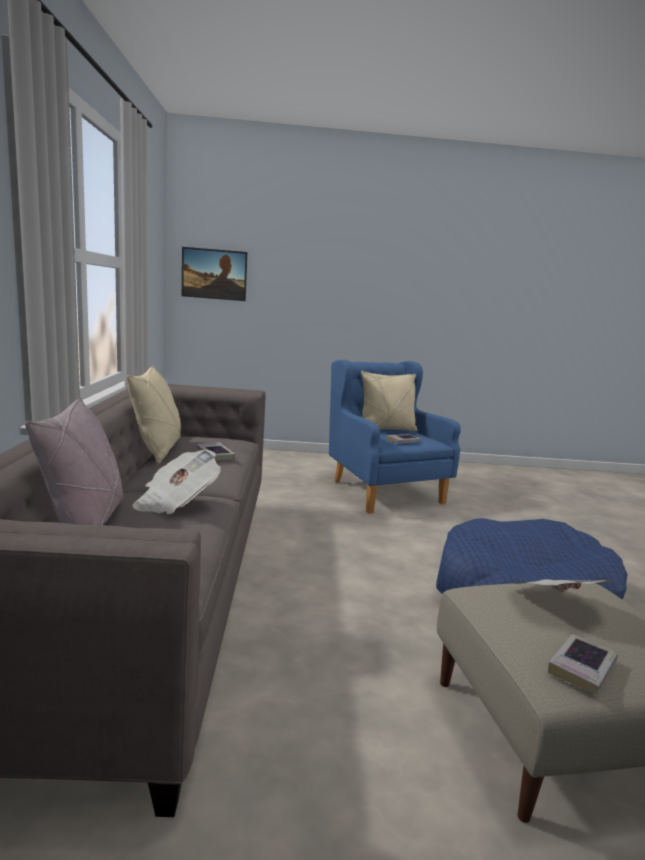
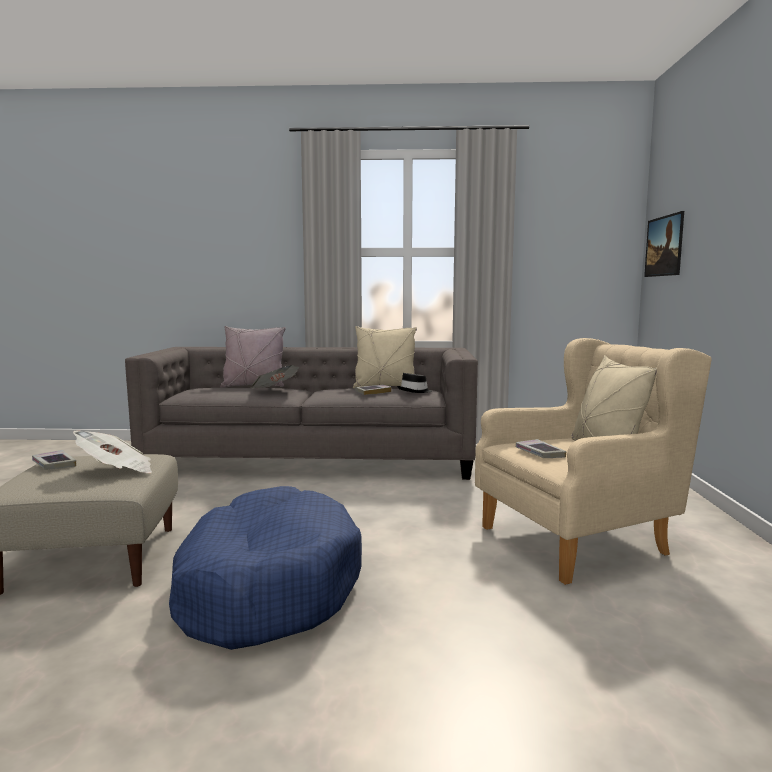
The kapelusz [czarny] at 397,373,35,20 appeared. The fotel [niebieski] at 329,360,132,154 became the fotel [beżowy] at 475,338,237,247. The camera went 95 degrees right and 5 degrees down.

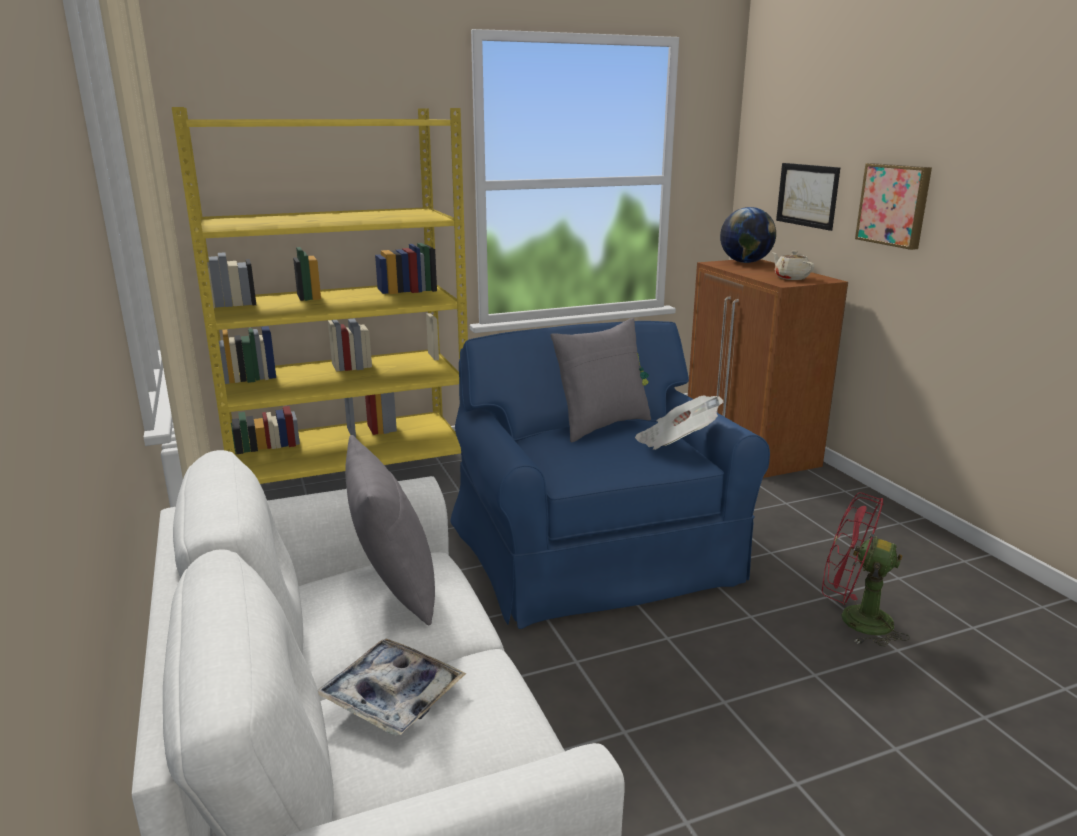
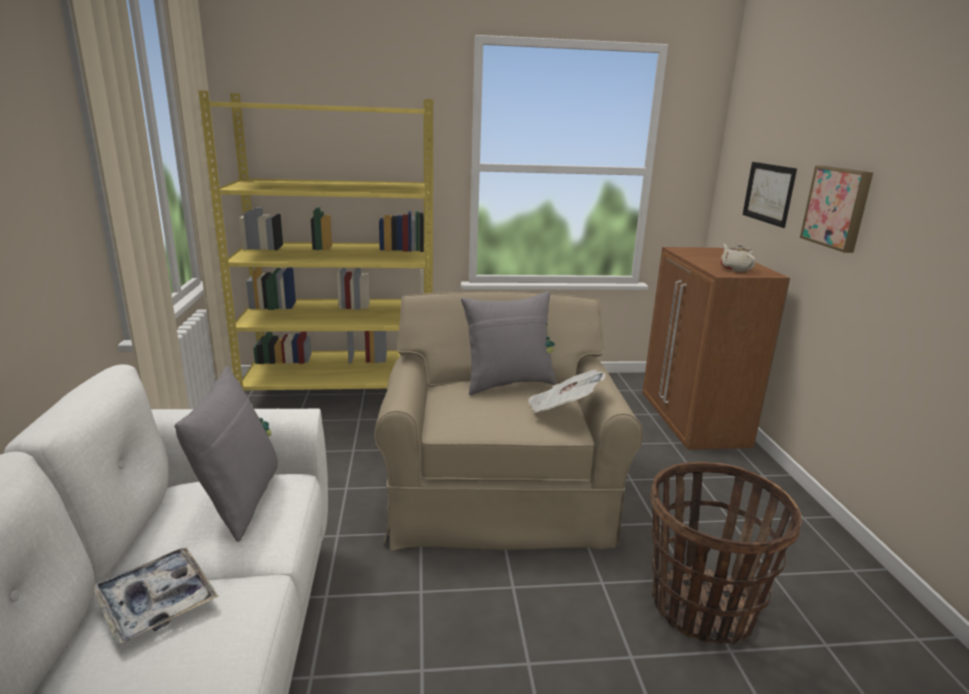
The fotel [niebieski] at 450,321,320,308 became the fotel [beżowy] at 374,292,269,259. The wentylator [czerwony] at 822,492,88,155 was replaced by the koszyk at 651,462,151,183. The globus at 720,207,56,56 disappeared. The camera went 15 degrees right and 0 degrees up.

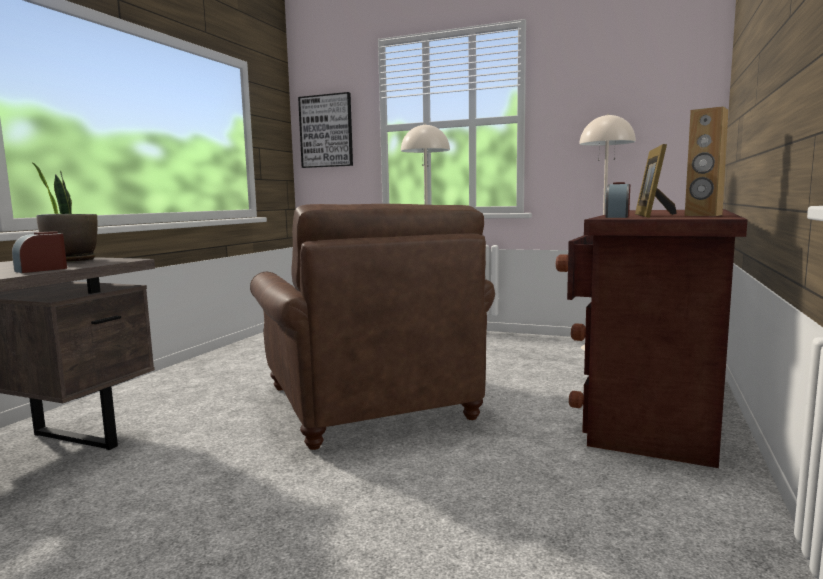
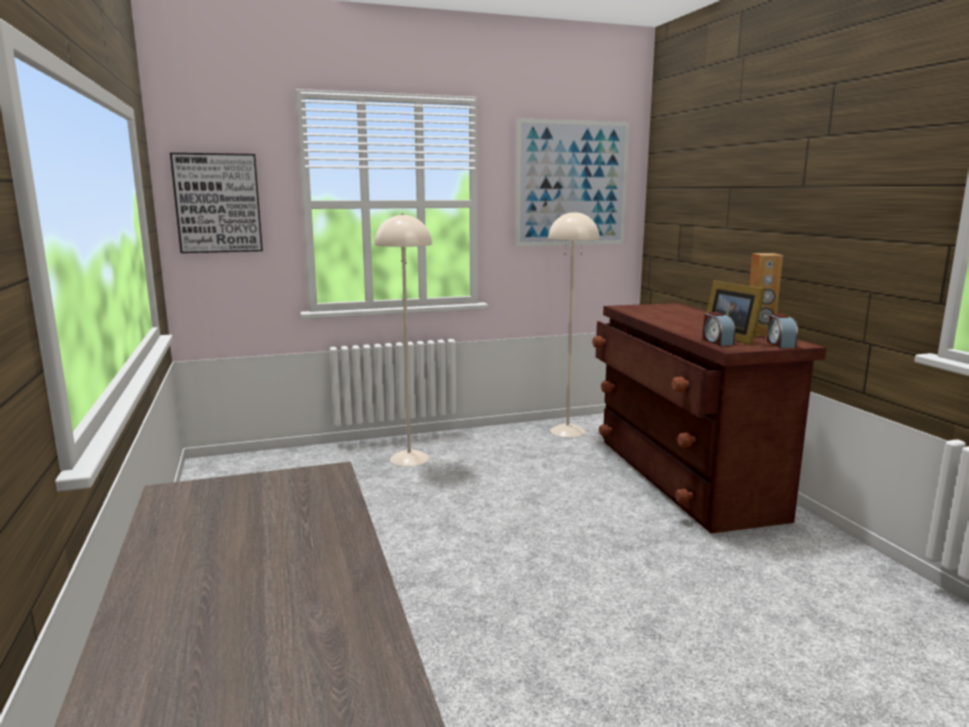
The obraz at 515,118,115,129 appeared. The budzik moved from 12,231,55,42 to 767,314,31,34. The roślina doniczkowa at 32,163,65,99 disappeared. The fotel [brązowy] at 250,204,245,246 disappeared. The camera went 40 degrees left and 5 degrees up.

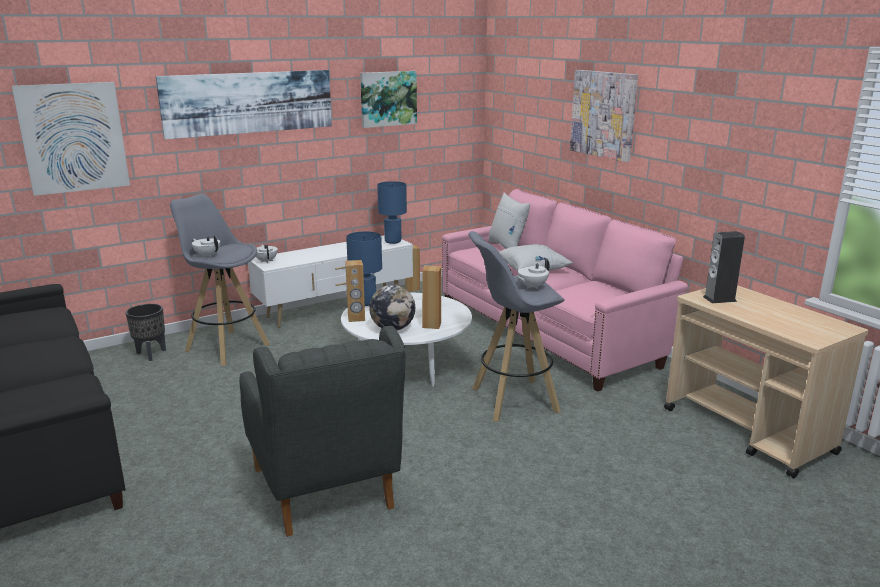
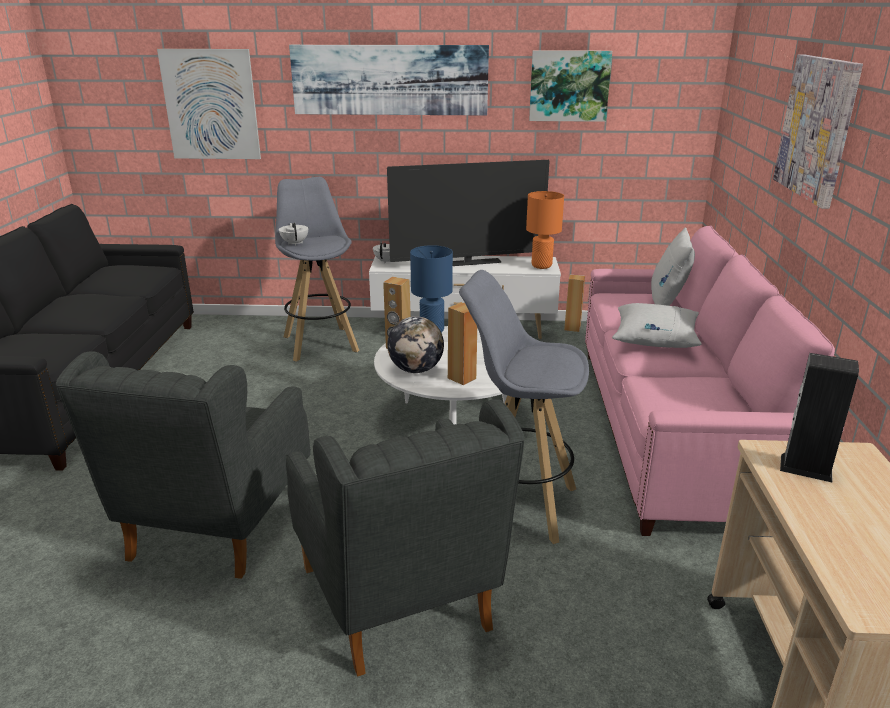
The fotel [szary] at 286,399,238,278 appeared. The telewizor at 387,160,162,106 appeared. The lampa stołowa [niebieski] at 377,181,30,63 became the lampa stołowa [pomarańczowy] at 526,191,38,78. The donica [czarny] at 126,304,40,57 disappeared. The imbryk [biały] at 516,258,33,31 disappeared. The camera went 35 degrees right and 5 degrees up.

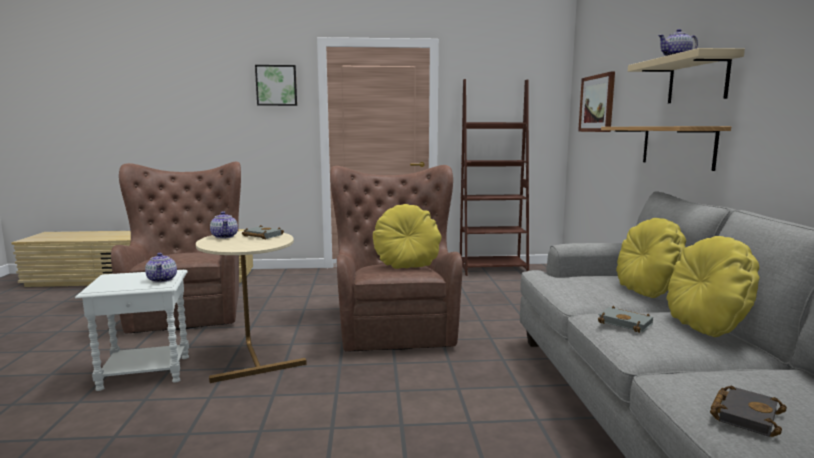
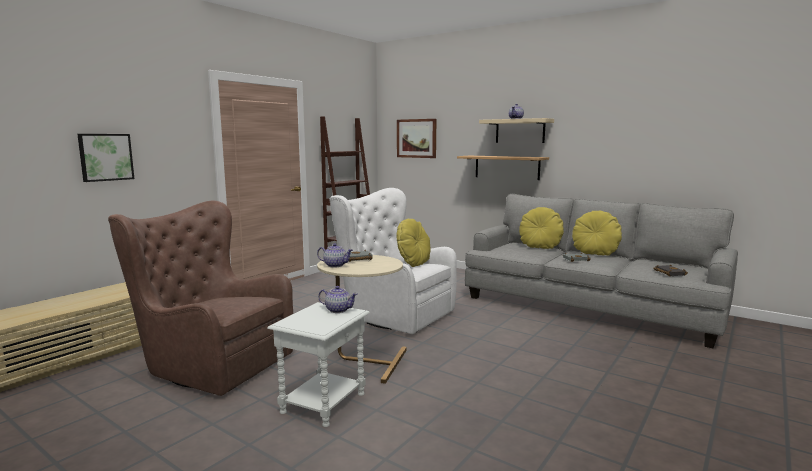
The obraz moved from 255,65,42,41 to 77,134,57,48. The fotel [brązowy] at 330,165,132,186 became the fotel [biały] at 330,188,127,146. The camera went 50 degrees left and 0 degrees up.

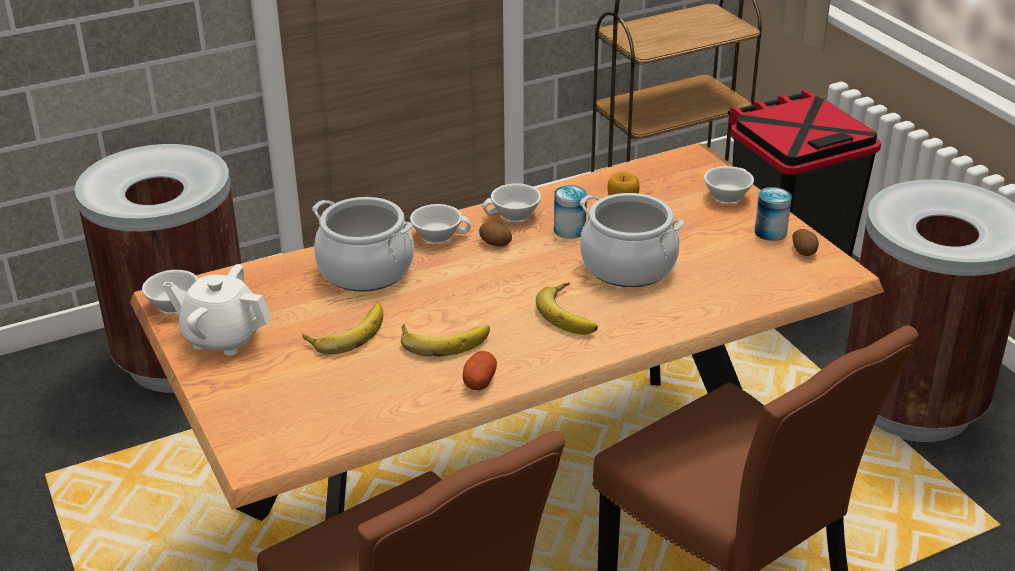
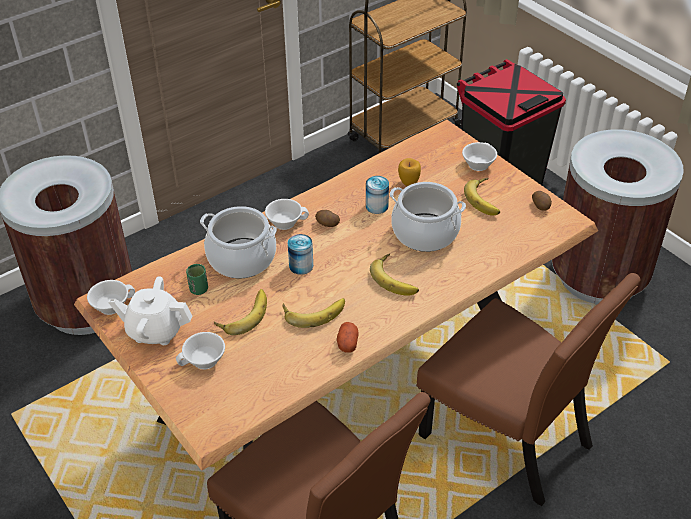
The filiżanka [biały] moved from 482,183,59,39 to 176,332,49,37. The filiżanka [zielony] at 186,264,22,31 appeared. The puszka moved from 755,187,37,54 to 288,234,25,41. The banan at 464,178,36,37 appeared. The camera went 10 degrees left and 10 degrees up.

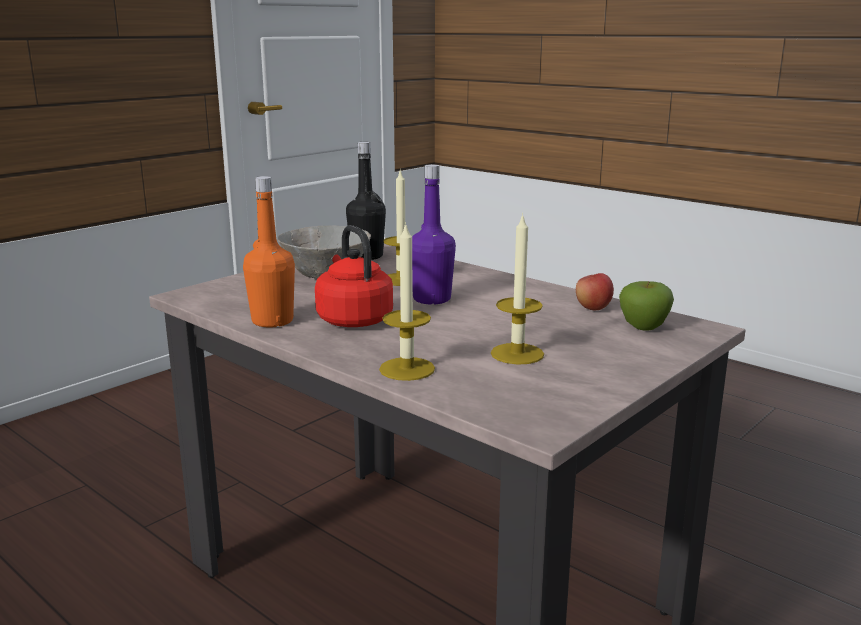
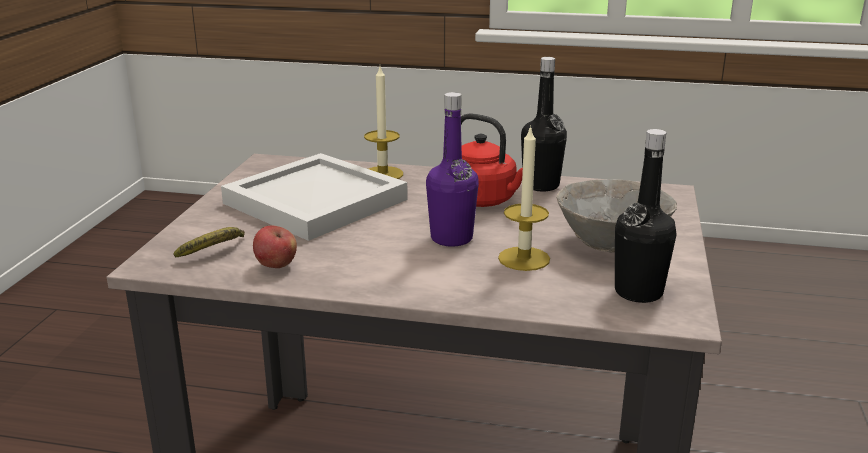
The jabłko at 619,281,55,50 was replaced by the banan at 173,227,72,31. The świeca at 491,213,53,152 was replaced by the taca [biały] at 221,153,187,88. The butelka [pomarańczowy] at 243,176,52,151 became the butelka [czarny] at 521,57,46,134. The camera went 150 degrees right and 5 degrees up.

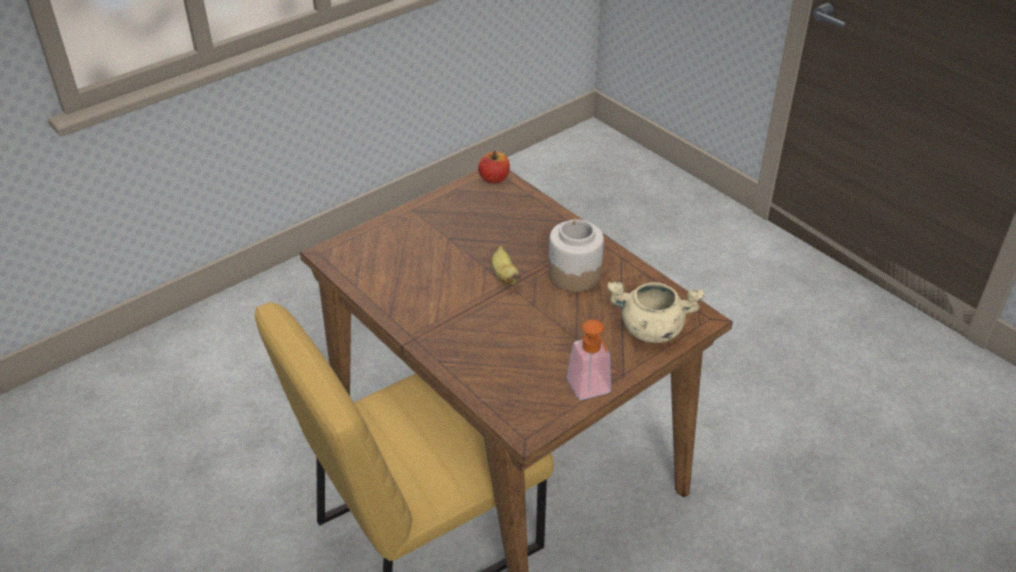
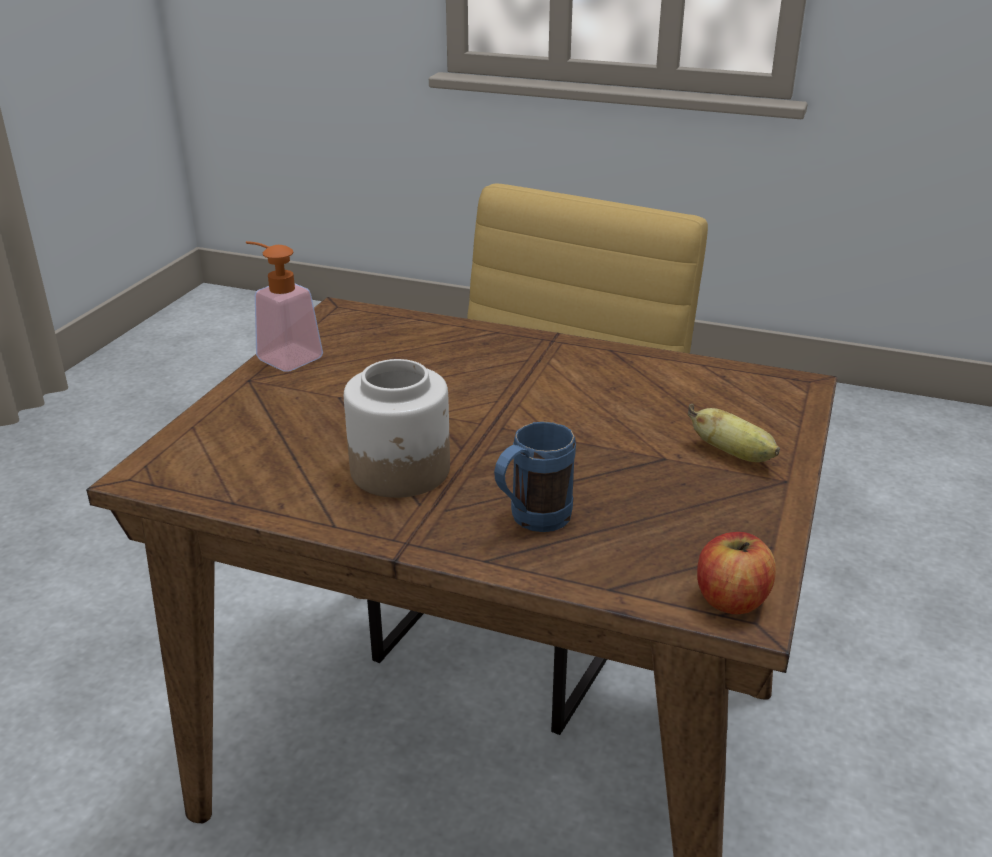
The kubek [niebieski] at 494,422,82,110 appeared. The banan moved from 491,246,30,39 to 688,404,92,58. The garnek [beżowy] at 607,282,97,61 disappeared. The camera went 150 degrees right and 10 degrees down.

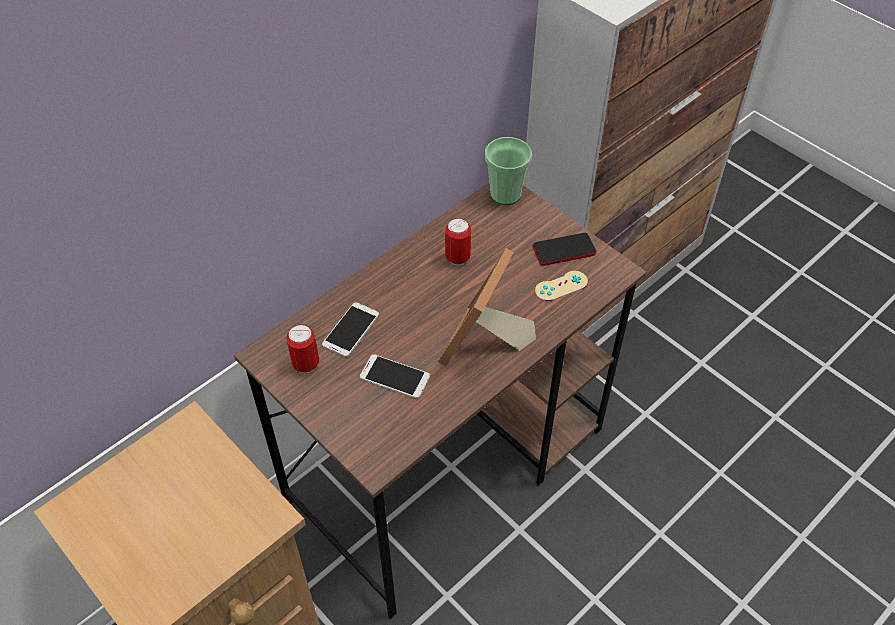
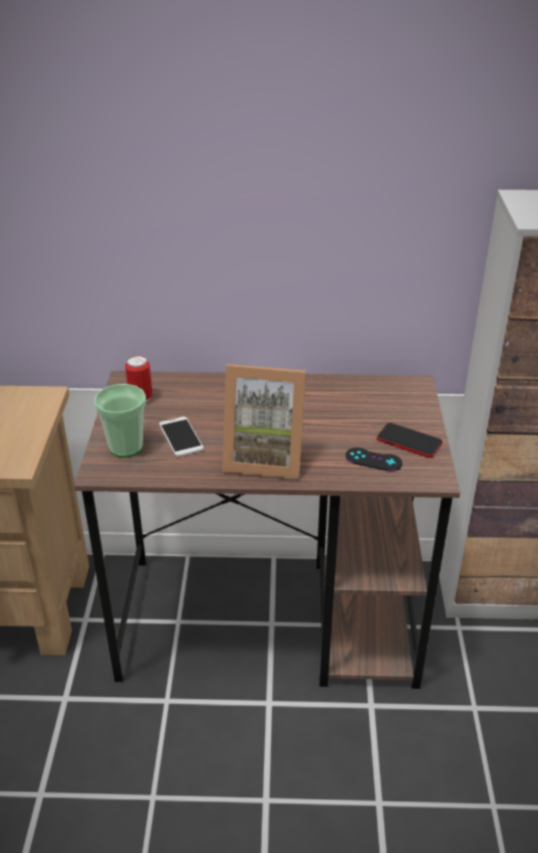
The filiżanka moved from 485,137,47,68 to 94,384,52,74. The ramka na zdjęcie at 438,248,98,118 turned 150 degrees counterclockwise. The pad do gier [beżowy] at 535,271,53,30 became the pad do gier [czarny] at 345,448,57,23. The telefon at 322,302,57,55 disappeared. The puszka at 445,218,26,48 disappeared. The camera went 45 degrees right and 15 degrees down.

